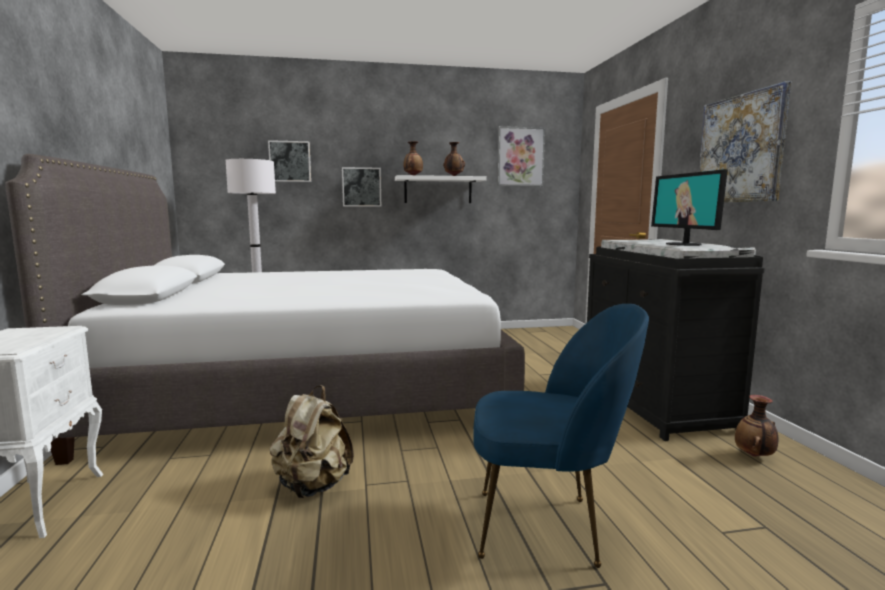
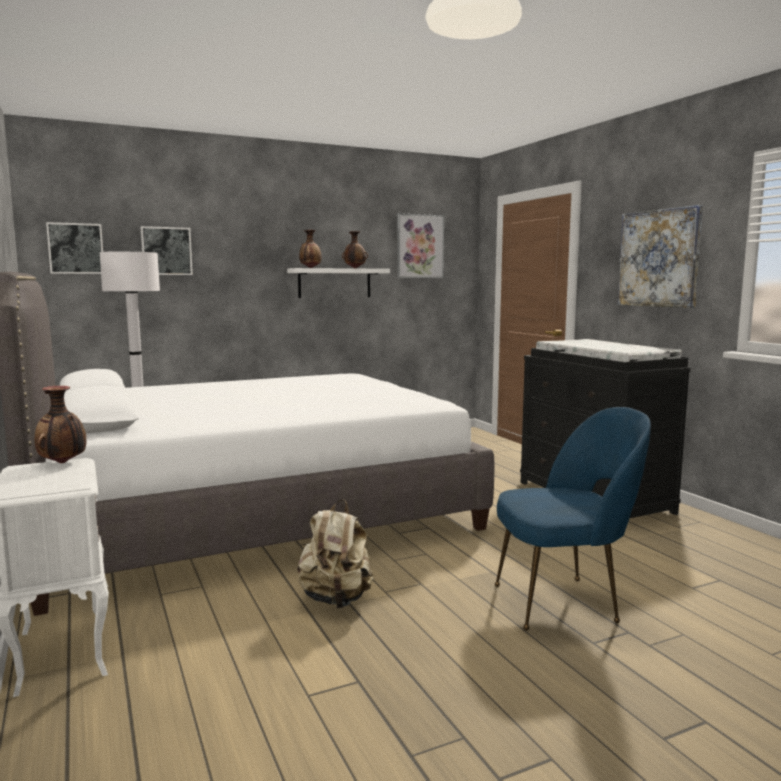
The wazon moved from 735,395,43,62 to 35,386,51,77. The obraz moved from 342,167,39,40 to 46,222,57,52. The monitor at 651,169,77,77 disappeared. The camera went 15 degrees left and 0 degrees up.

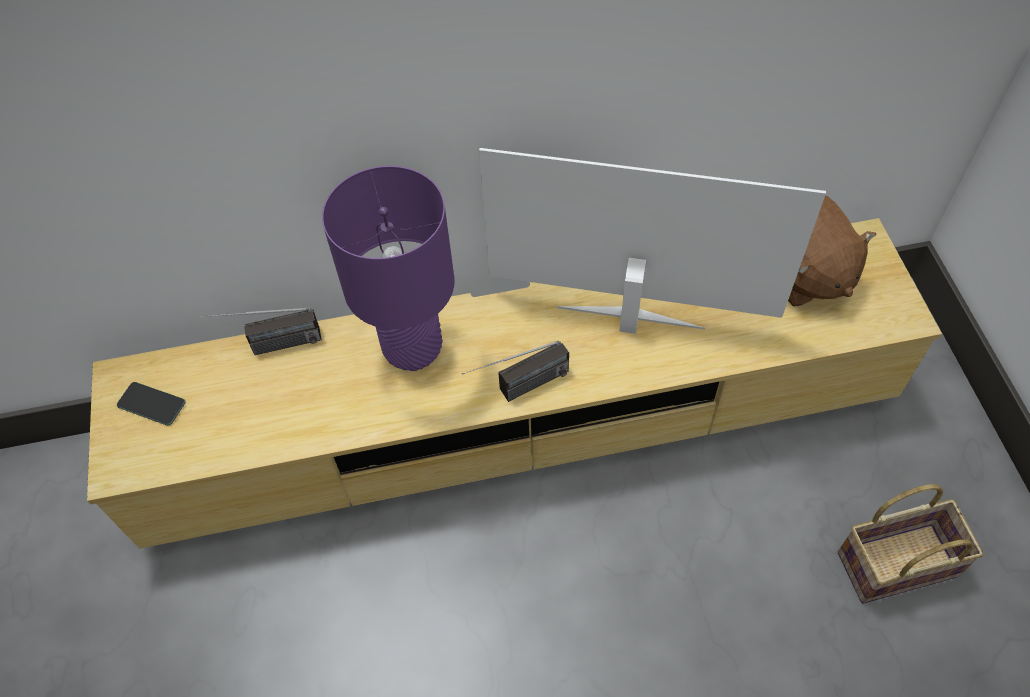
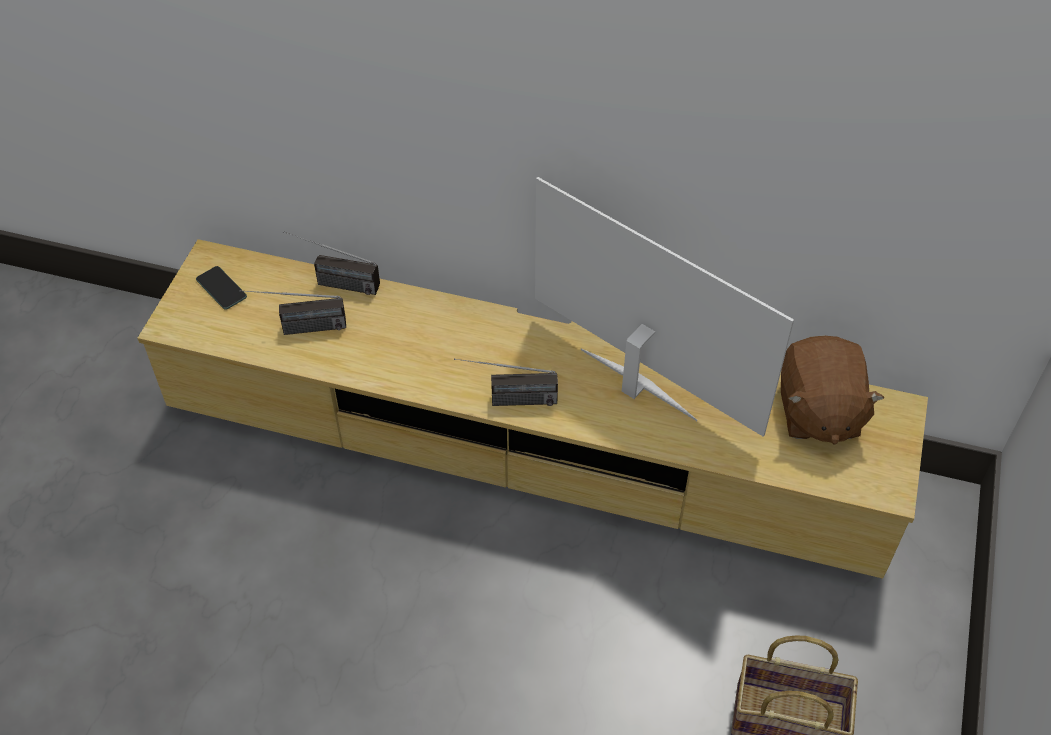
The radio at 240,290,106,45 appeared. The lampa stołowa [fioletowy] at 322,166,133,205 disappeared. The camera went 25 degrees right and 5 degrees down.

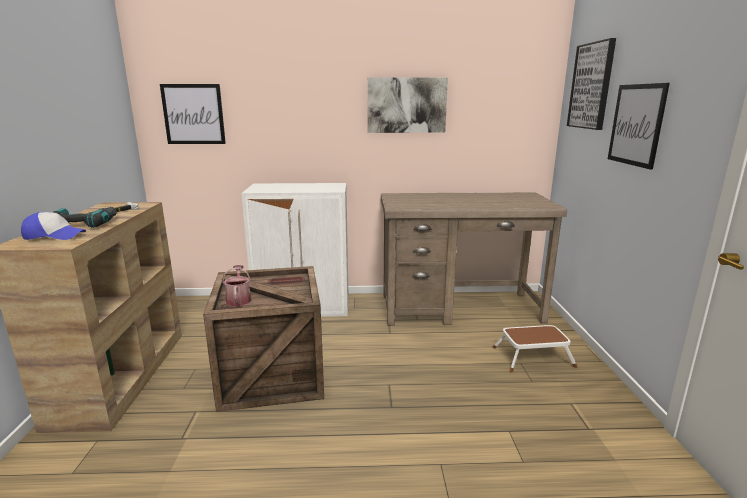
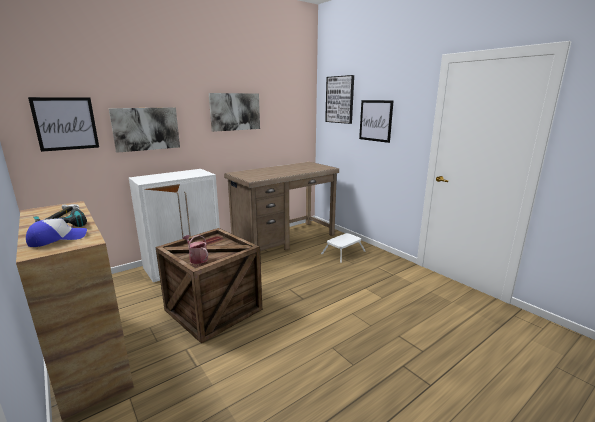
The obraz at 109,107,71,46 appeared. The drabinka [brązowy] at 492,325,85,48 became the drabinka [biały] at 321,233,45,30. The camera went 35 degrees left and 0 degrees up.

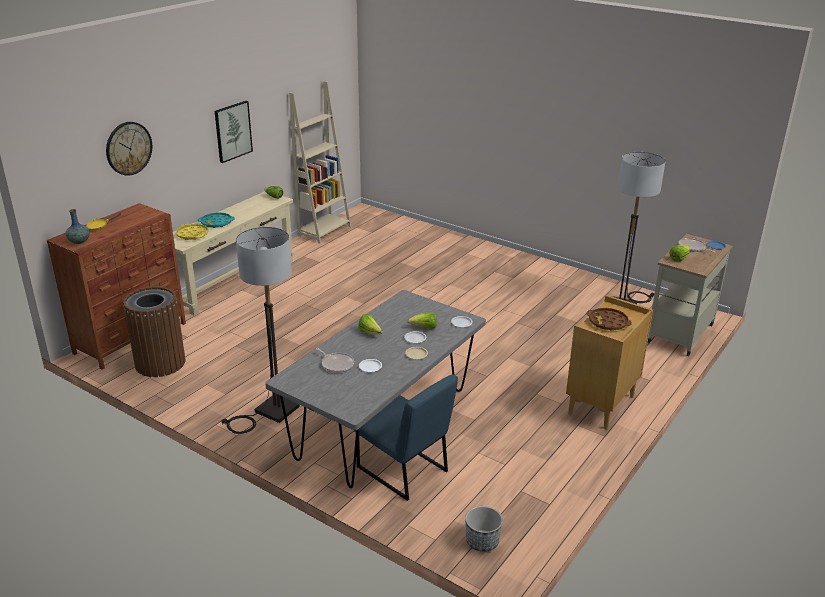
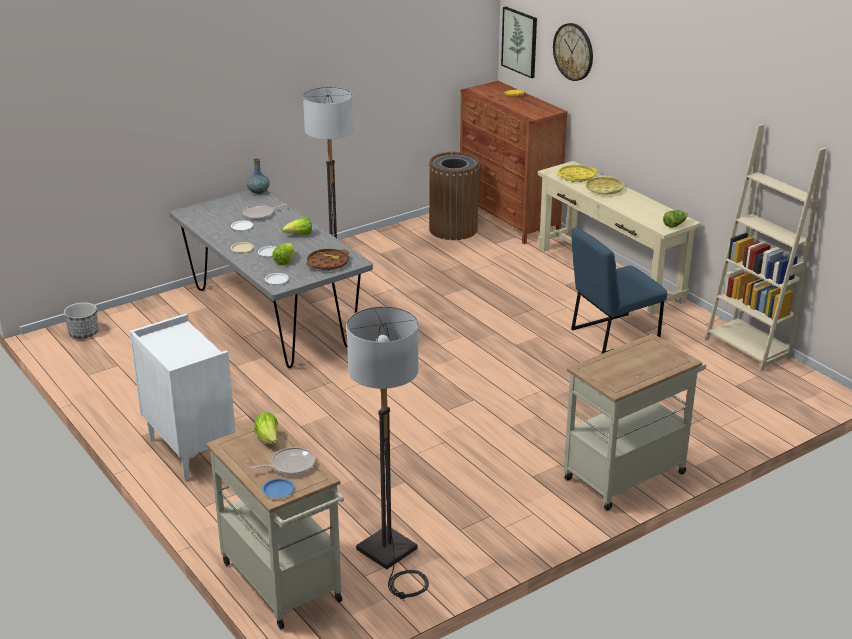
The szafka [brązowy] at 566,295,87,135 became the szafka [biały] at 129,314,107,167. The wazon moved from 66,209,24,35 to 247,158,23,36. The taca [brązowy] moved from 586,308,46,23 to 306,249,43,22. The obraz moved from 215,101,38,62 to 501,7,36,71. The wózek [beżowy] at 564,334,142,176 appeared. The krzesło [niebieski] moved from 354,374,104,127 to 571,227,96,127. The taca [turkusowy] at 198,212,37,16 became the taca [żółty] at 586,176,38,19. The camera went 110 degrees right and 0 degrees up.

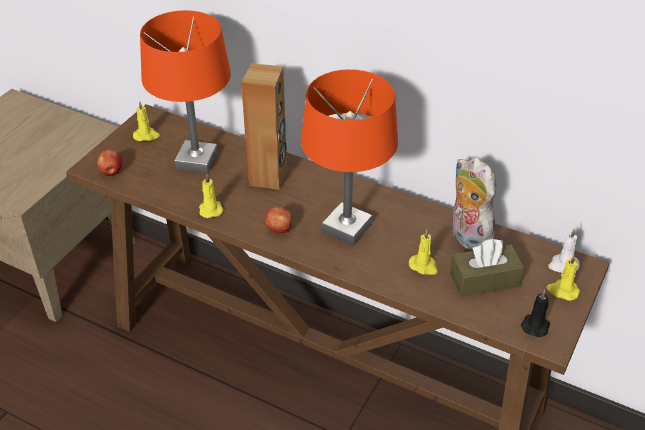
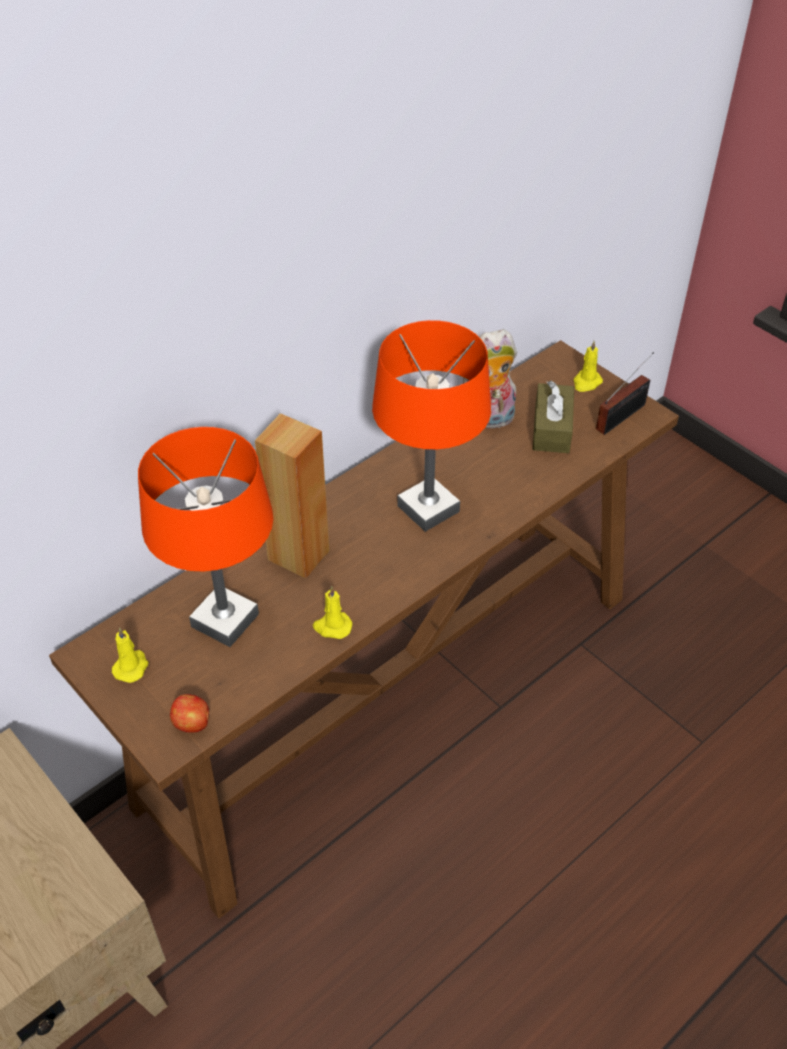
The świeca [czarny] at 521,290,29,47 was replaced by the radio at 596,352,58,83. The jabłko at 265,206,27,27 disappeared. The świeca [żółty] at 409,230,29,45 disappeared. The świeca [biały] at 548,229,32,44 disappeared. The camera went 70 degrees left and 5 degrees up.

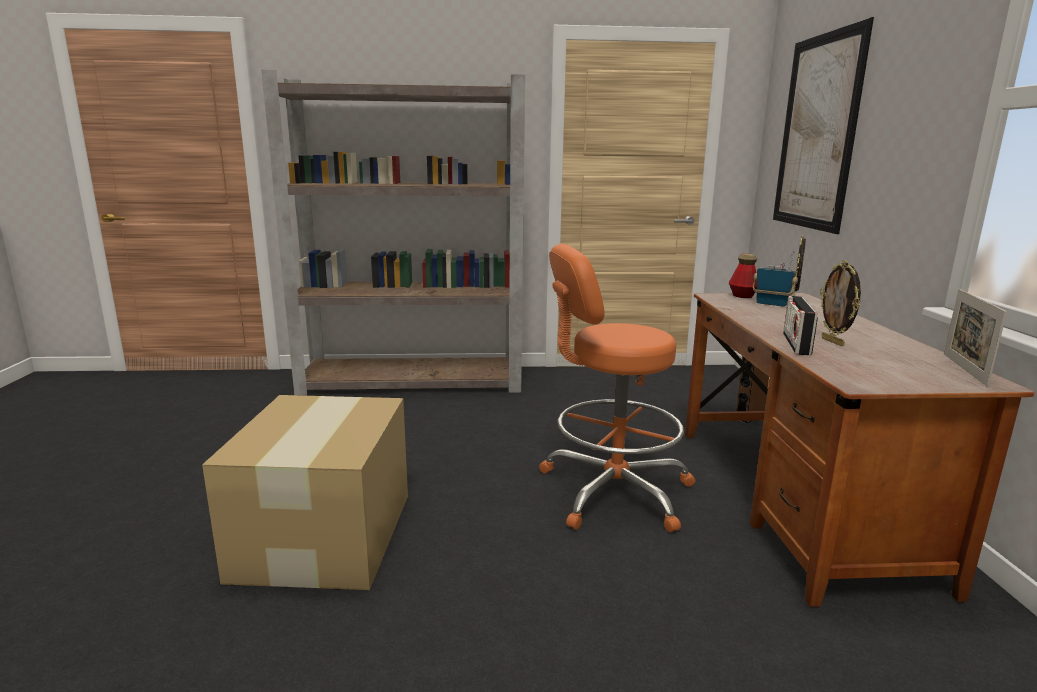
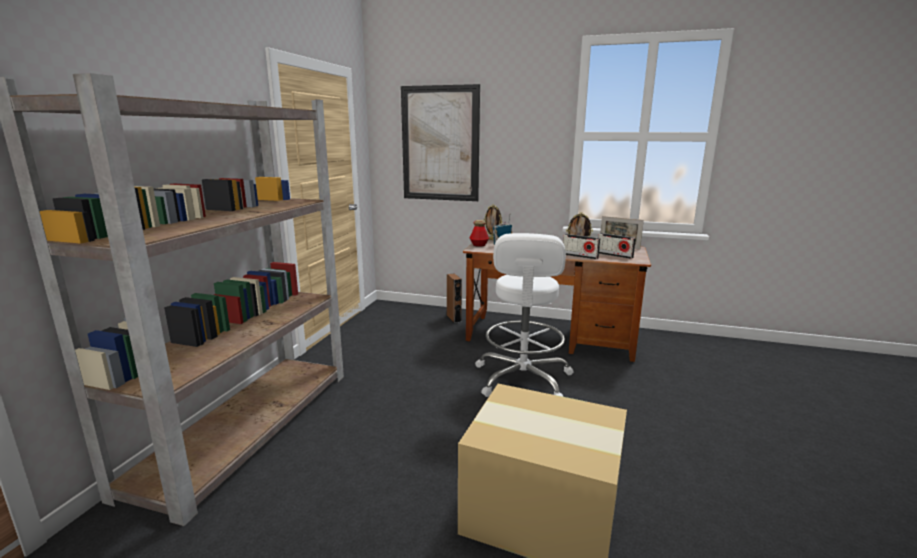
The stołek [pomarańczowy] at 539,244,157,288 became the stołek [biały] at 475,233,99,164. The radio at 598,233,38,26 appeared. The camera went 70 degrees left and 0 degrees up.

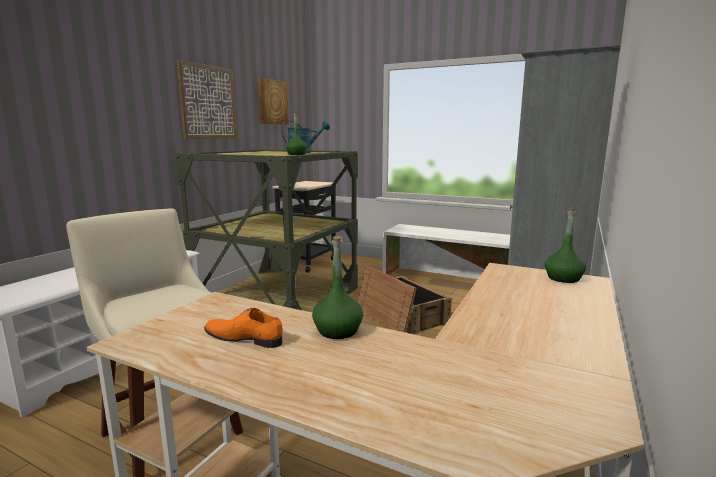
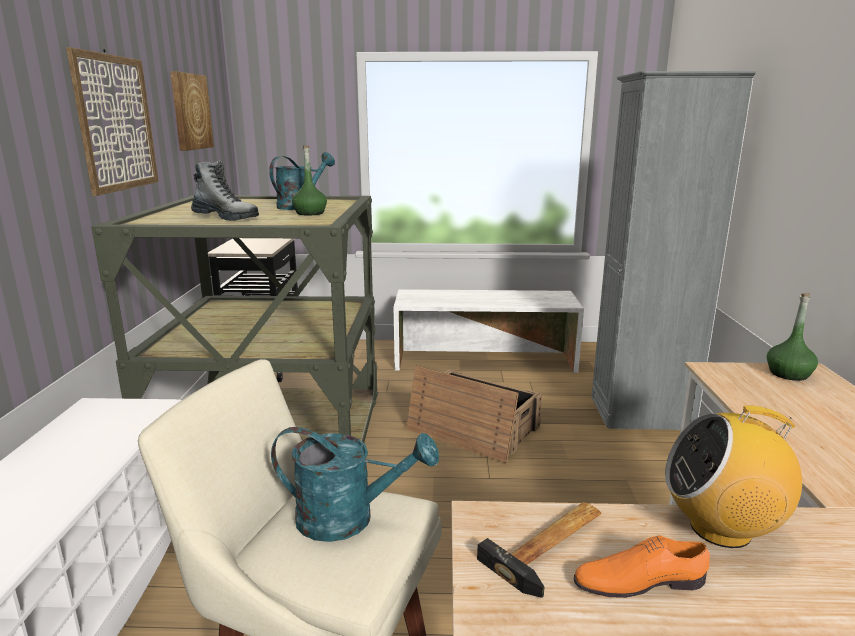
The but z cholewką at 191,160,68,61 appeared. The konewka [turkusowy] at 271,427,168,115 appeared. The młotek at 477,502,124,96 appeared. The butelka [zielony] at 312,236,51,103 was replaced by the radio at 665,405,137,143. The camera went 25 degrees left and 5 degrees up.

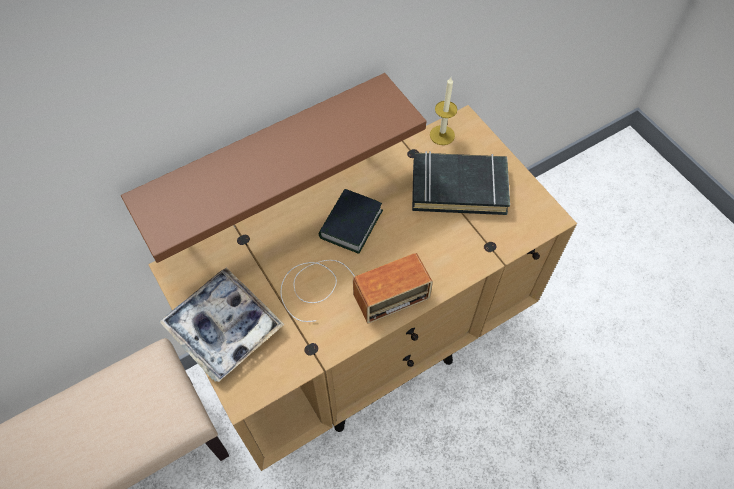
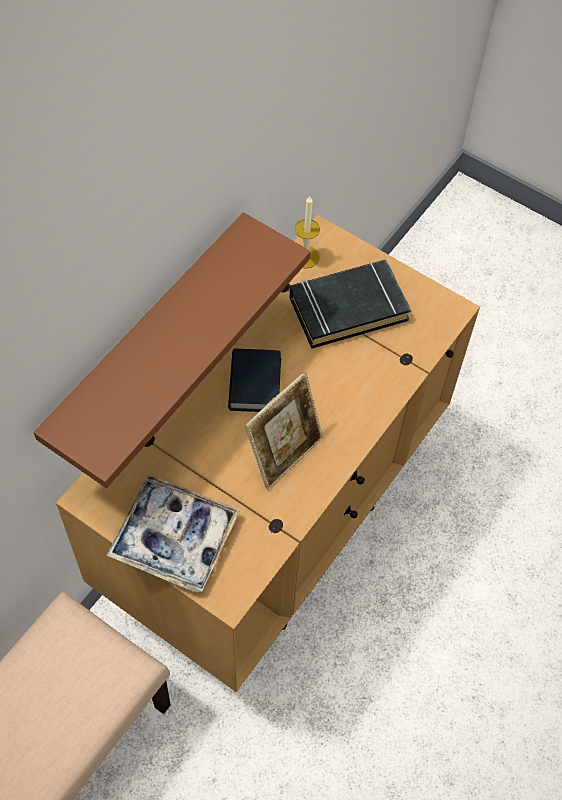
The radio at 281,253,152,70 was replaced by the ramka na zdjęcie at 245,372,78,118. The camera went 25 degrees left and 0 degrees up.

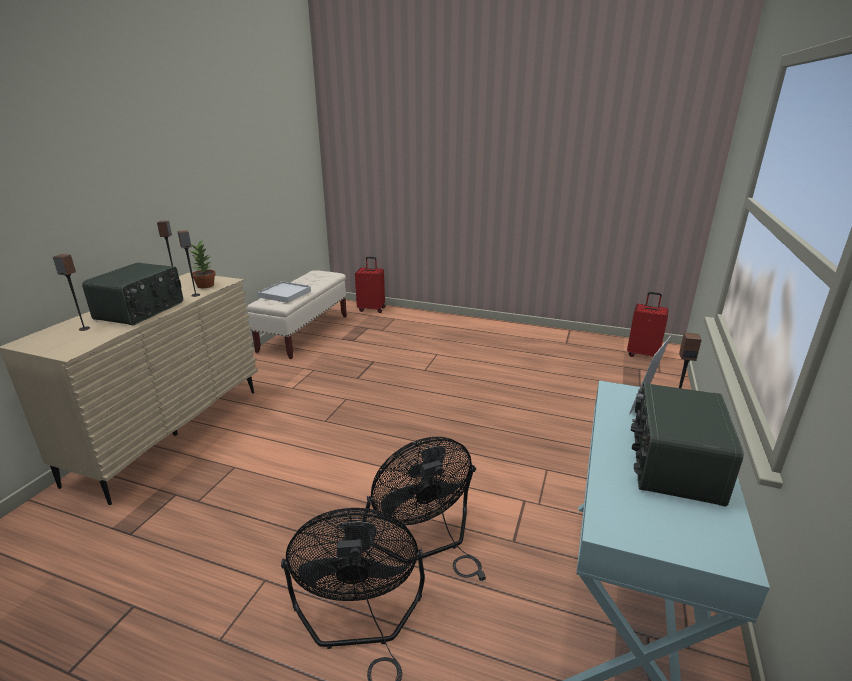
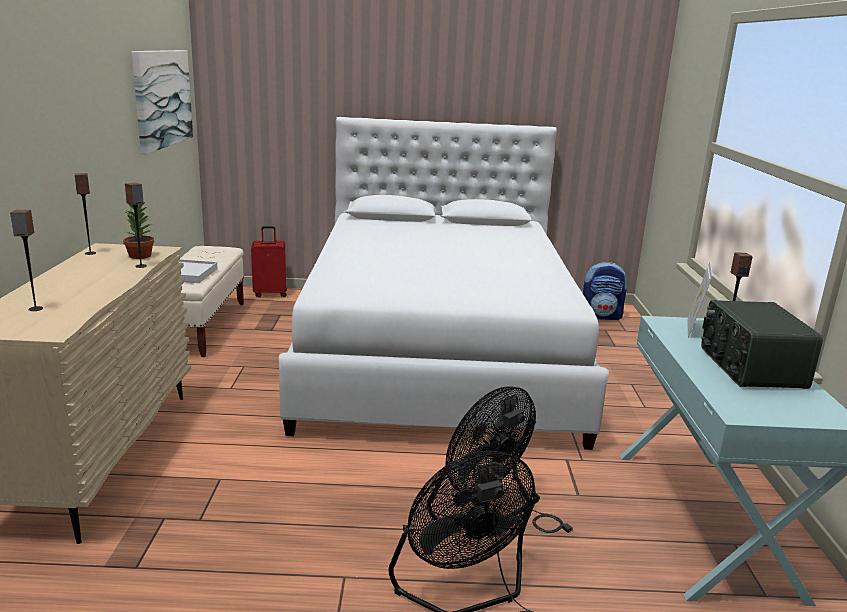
The obraz at 132,50,61,104 appeared. The łóżko [biały] at 278,117,331,333 appeared. The walizka [czerwony] at 627,292,41,65 was replaced by the plecak at 583,262,45,58. The radio at 82,262,101,63 disappeared. The camera went 20 degrees left and 5 degrees down.

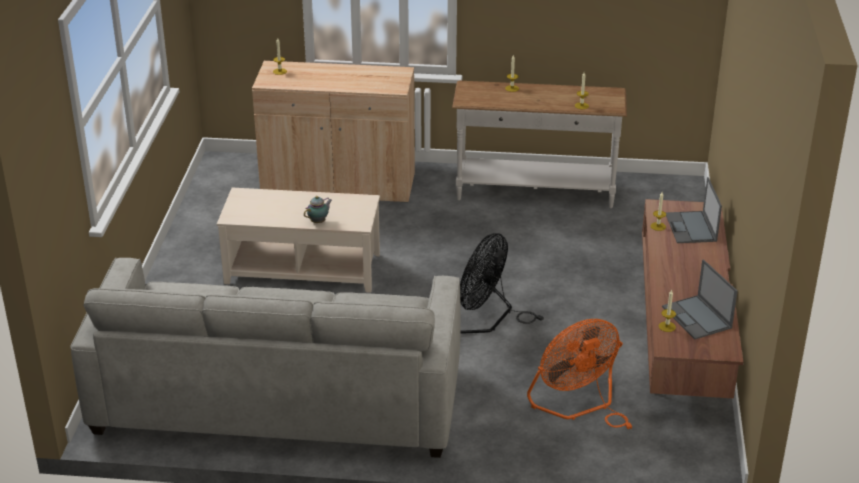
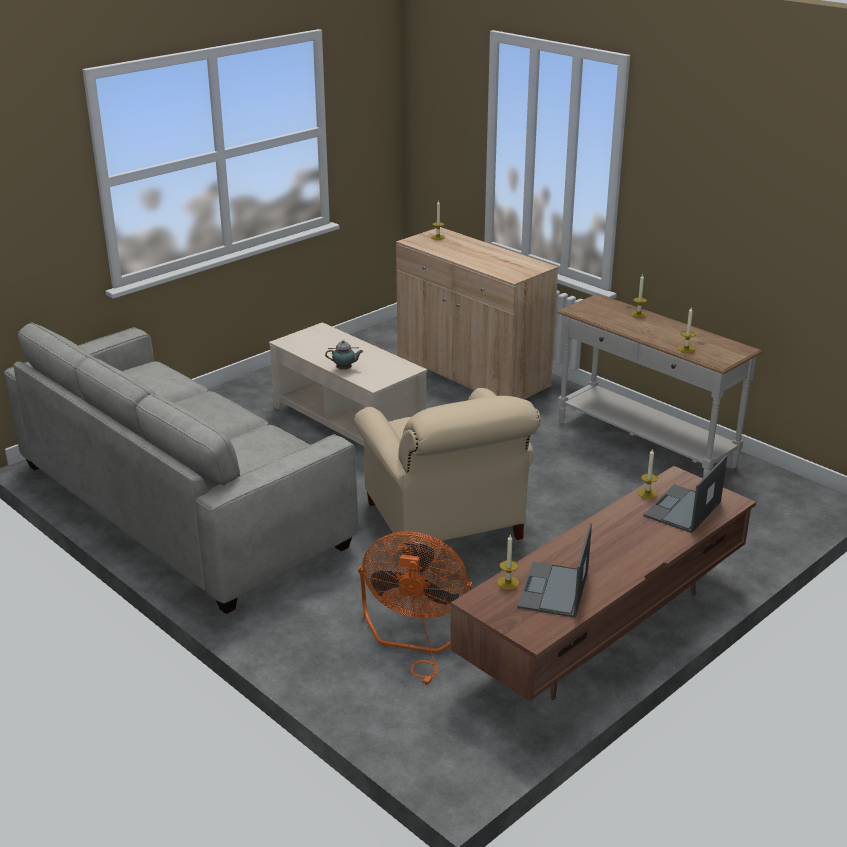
The wentylator [czarny] at 460,233,84,100 was replaced by the fotel [beżowy] at 354,388,187,167. The camera went 40 degrees right and 5 degrees down.

